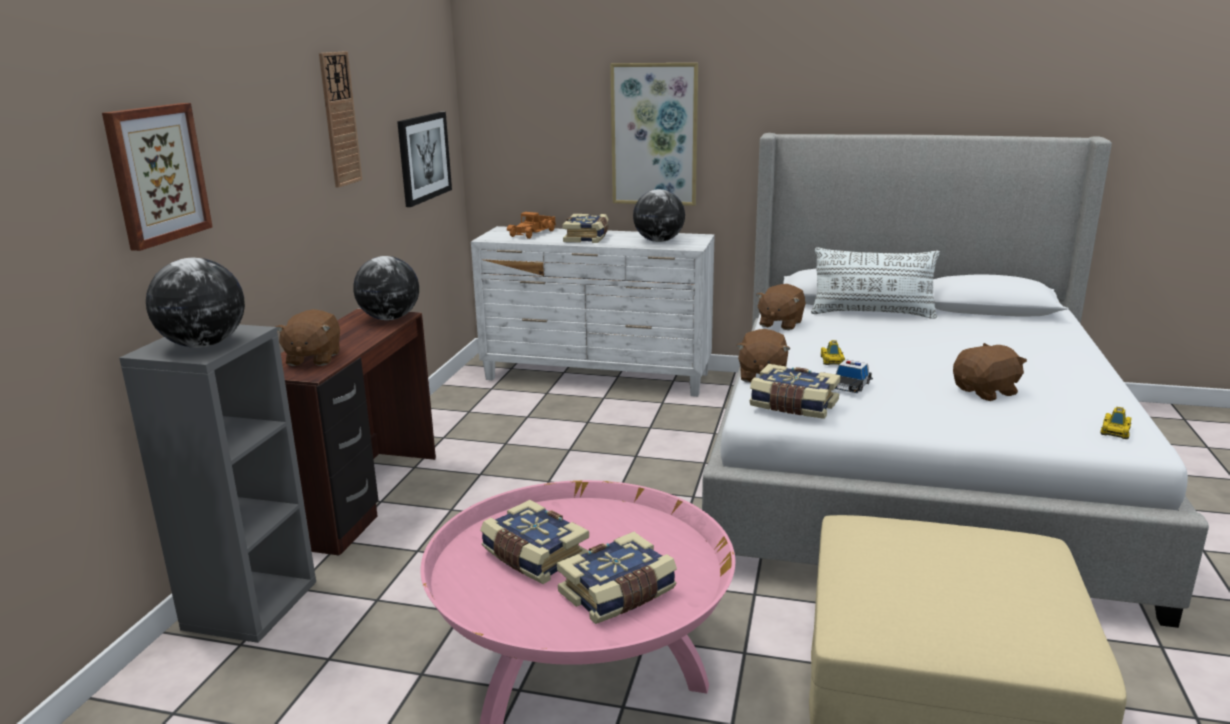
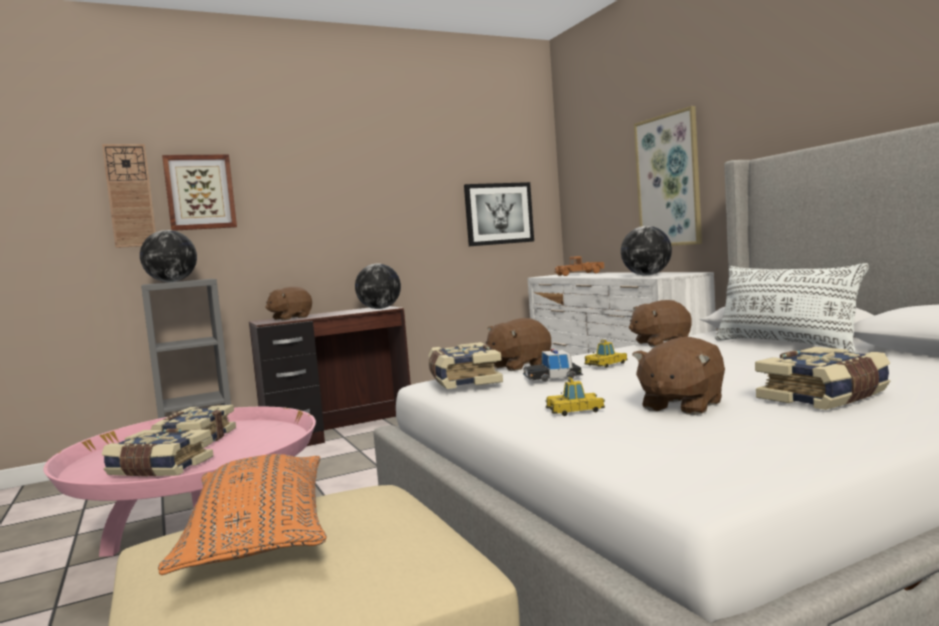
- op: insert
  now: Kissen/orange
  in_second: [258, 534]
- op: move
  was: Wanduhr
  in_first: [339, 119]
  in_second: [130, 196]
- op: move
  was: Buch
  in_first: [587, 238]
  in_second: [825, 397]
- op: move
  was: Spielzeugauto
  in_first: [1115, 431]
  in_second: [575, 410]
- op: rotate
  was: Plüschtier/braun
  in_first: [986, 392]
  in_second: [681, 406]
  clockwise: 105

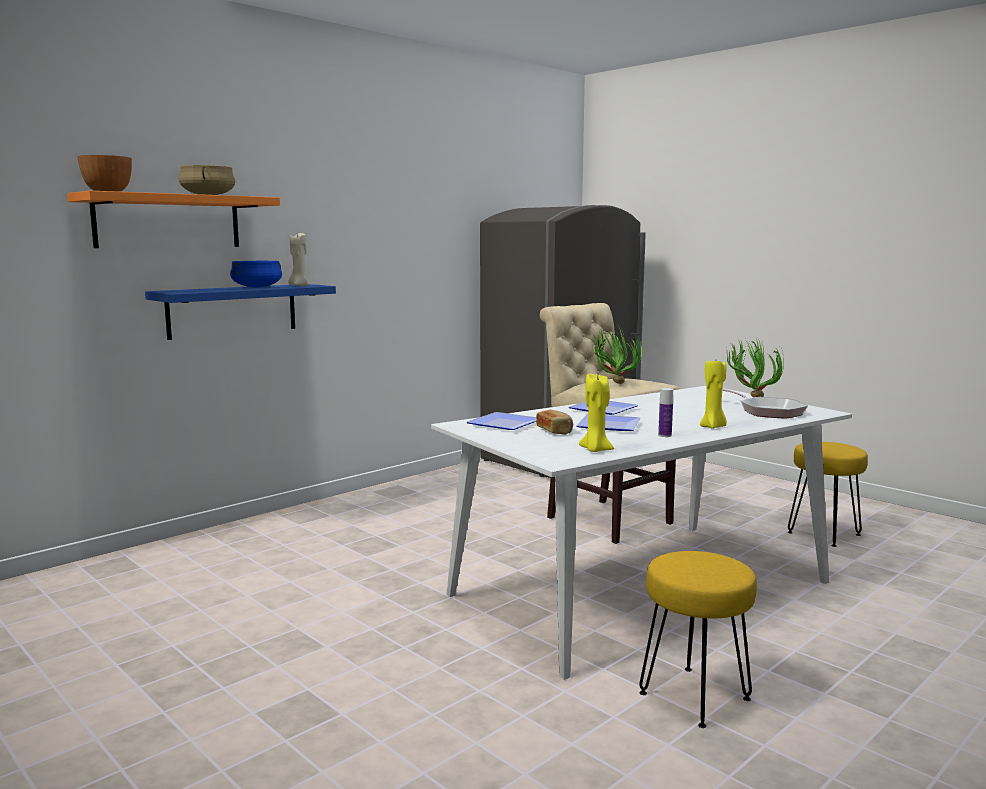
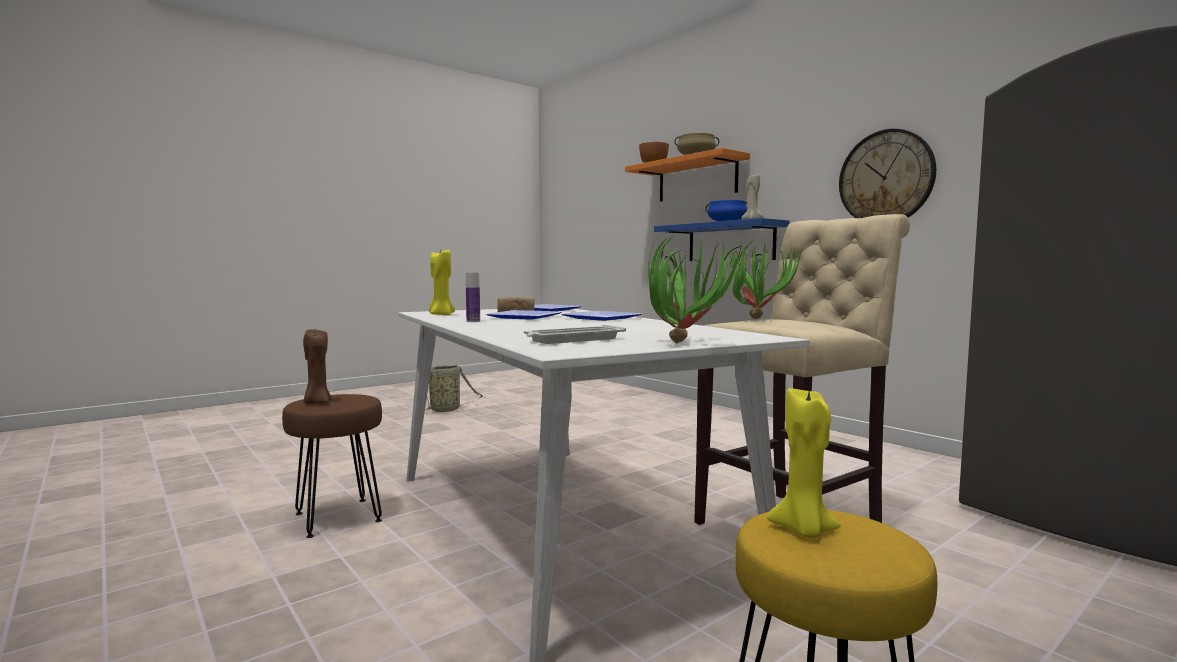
- op: insert
  now: Kerze/braun
  in_second: [317, 403]
- op: insert
  now: Korb
  in_second: [447, 410]
- op: insert
  now: Wanduhr
  in_second: [886, 178]
- op: move
  was: Kerze/gelb
  in_first: [713, 427]
  in_second: [803, 530]
- op: replace
  was: Pfanne
  now: Tablett/weiß
  in_first: [767, 411]
  in_second: [573, 340]
- op: recolor
  was: Hocker/gelb
  now: Hocker/braun
  in_first: [694, 697]
  in_second: [337, 517]

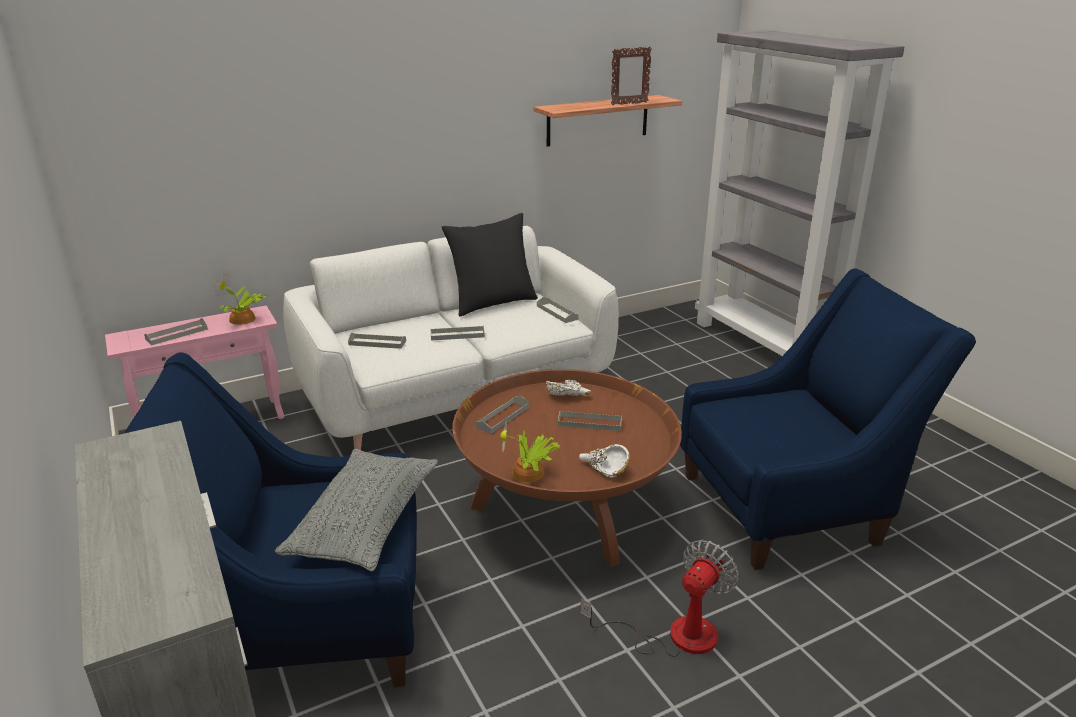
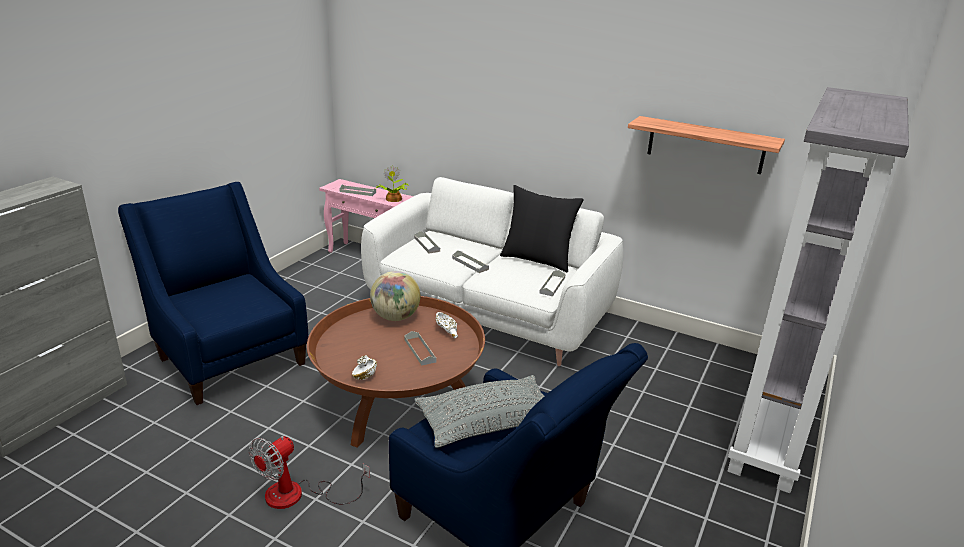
- op: delete
  was: Topfpflanze
  in_first: [529, 473]
- op: delete
  was: Bilderrahmen
  in_first: [629, 104]
- op: move
  was: Kissen/grau
  in_first: [365, 522]
  in_second: [488, 423]
- op: replace
  was: Tablett/grau
  now: Globus
  in_first: [502, 417]
  in_second: [395, 317]
- op: rotate
  was: Ventilator
  in_first: [675, 635]
  in_second: [298, 495]
  clockwise: 120

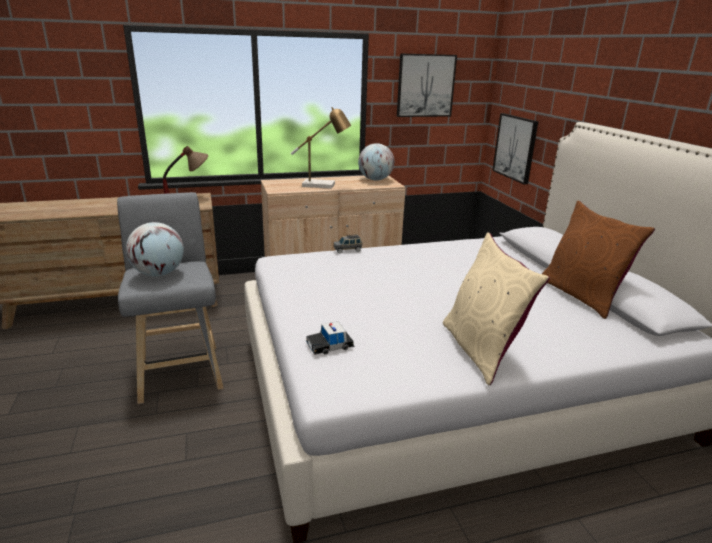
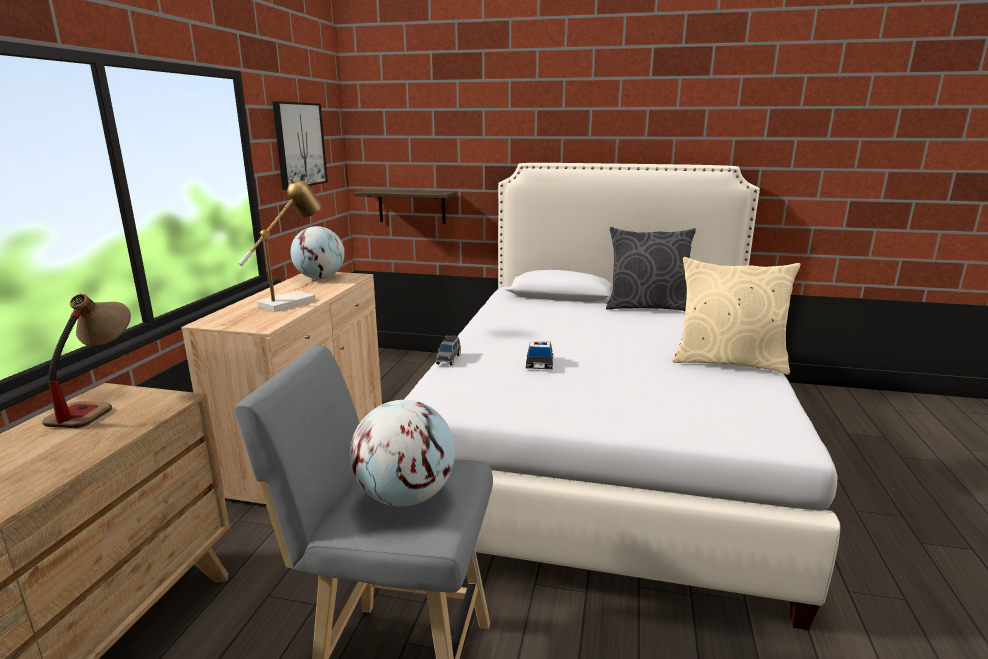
- op: move
  was: Spielzeugauto
  in_first: [329, 345]
  in_second: [539, 363]
- op: replace
  was: Bild
  now: Wandregal
  in_first: [515, 147]
  in_second: [411, 206]
- op: recolor
  was: Kissen/braun
  now: Kissen/grau
  in_first: [581, 295]
  in_second: [647, 307]

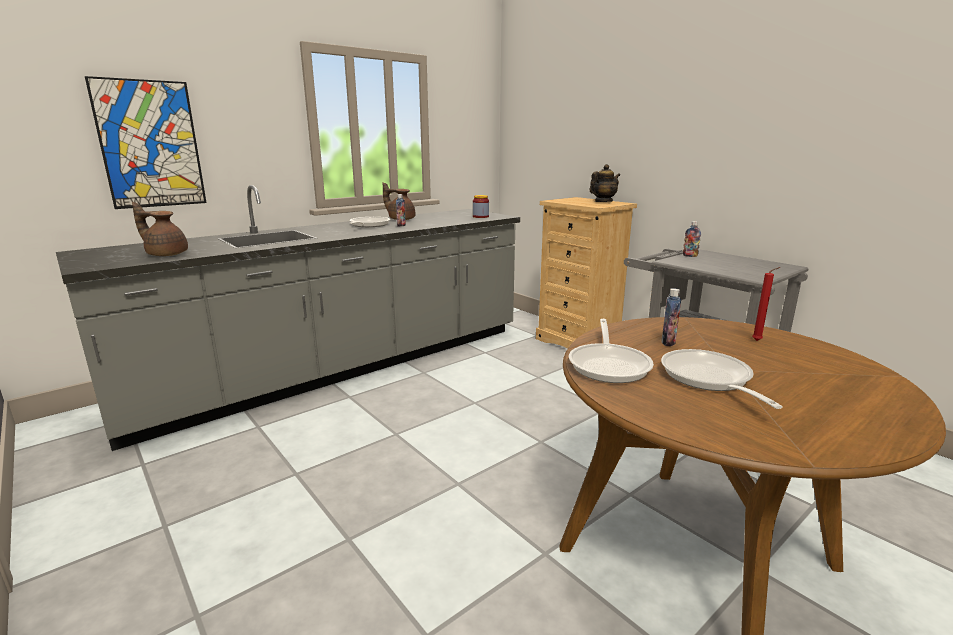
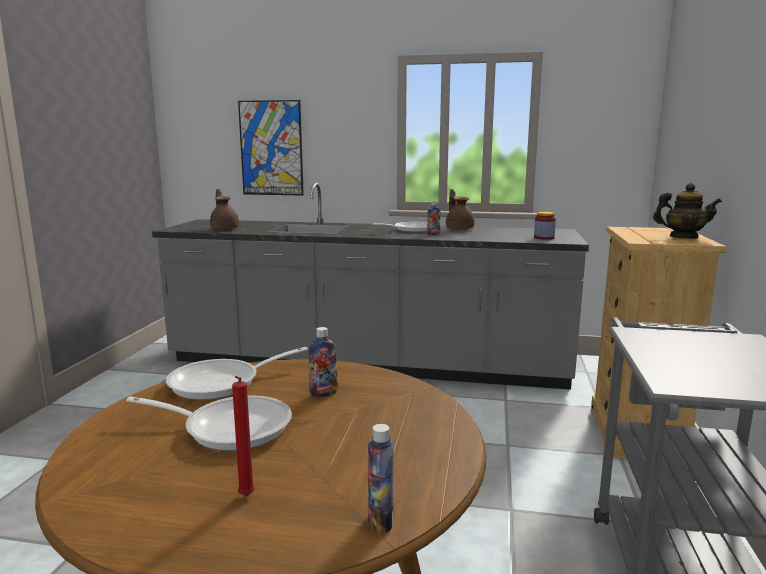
- op: move
  was: Flasche
  in_first: [690, 256]
  in_second: [380, 521]
- op: move
  was: Kerze/rot
  in_first: [758, 341]
  in_second: [245, 497]
- op: rotate
  was: Pfanne
  in_first: [709, 379]
  in_second: [230, 428]
  clockwise: 60

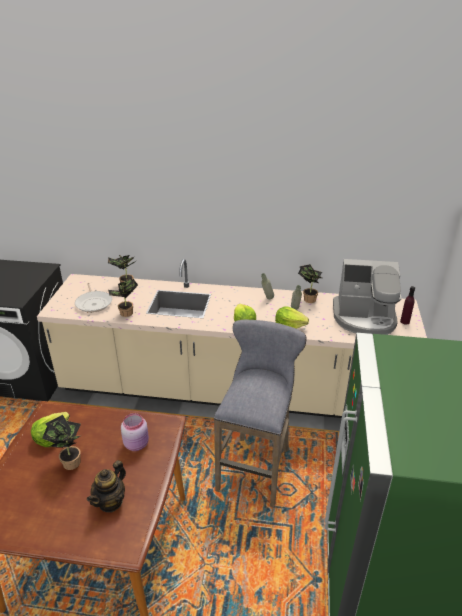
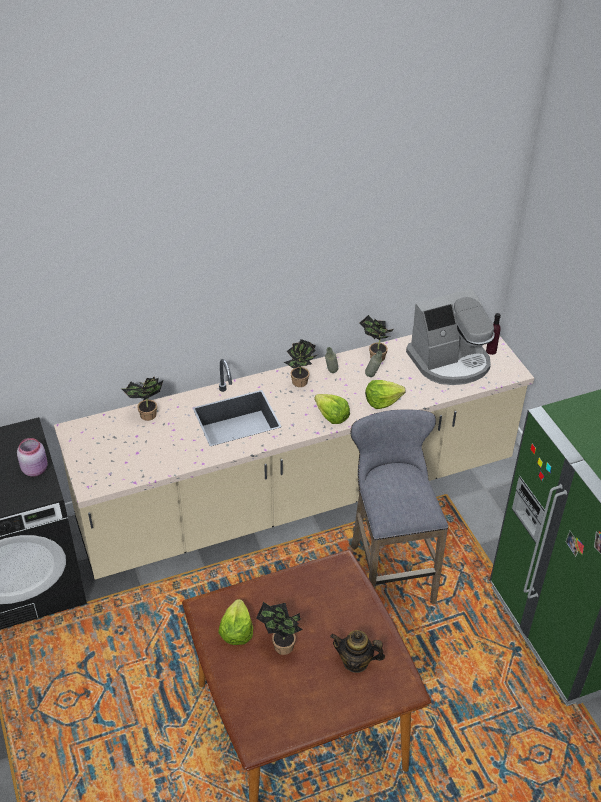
- op: delete
  was: Pfanne
  in_first: [94, 303]
- op: move
  was: Topfpflanze
  in_first: [126, 314]
  in_second: [301, 383]
- op: move
  was: Vorratsglas/rosa
  in_first: [137, 444]
  in_second: [35, 469]
- op: rotate
  was: Teekanne
  in_first: [110, 502]
  in_second: [356, 662]
  clockwise: 105

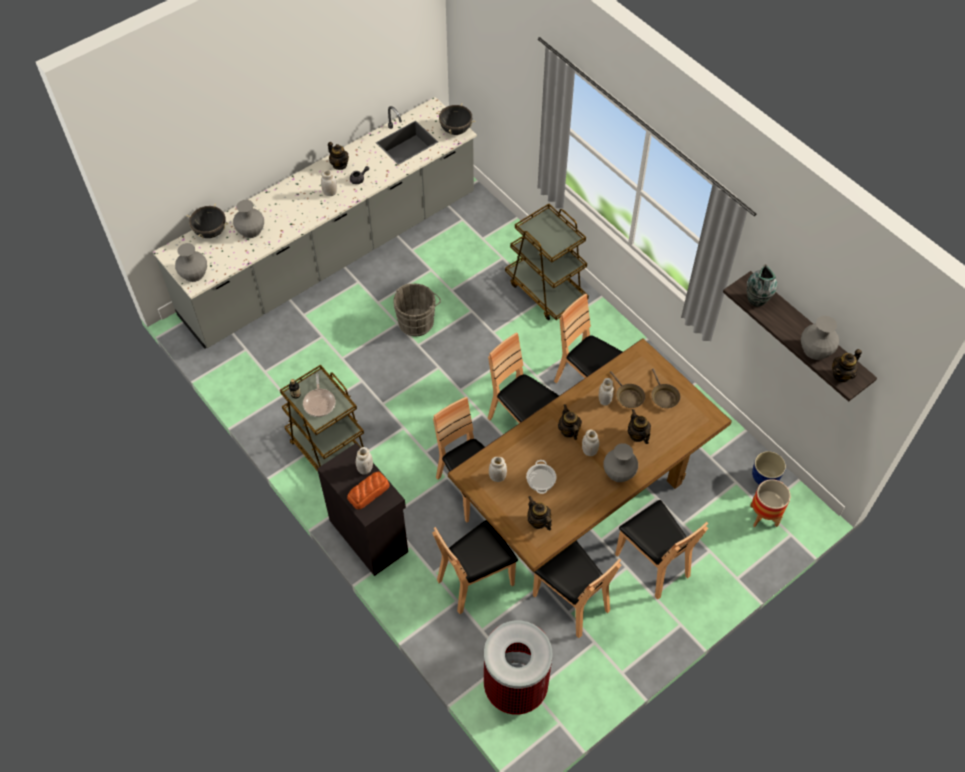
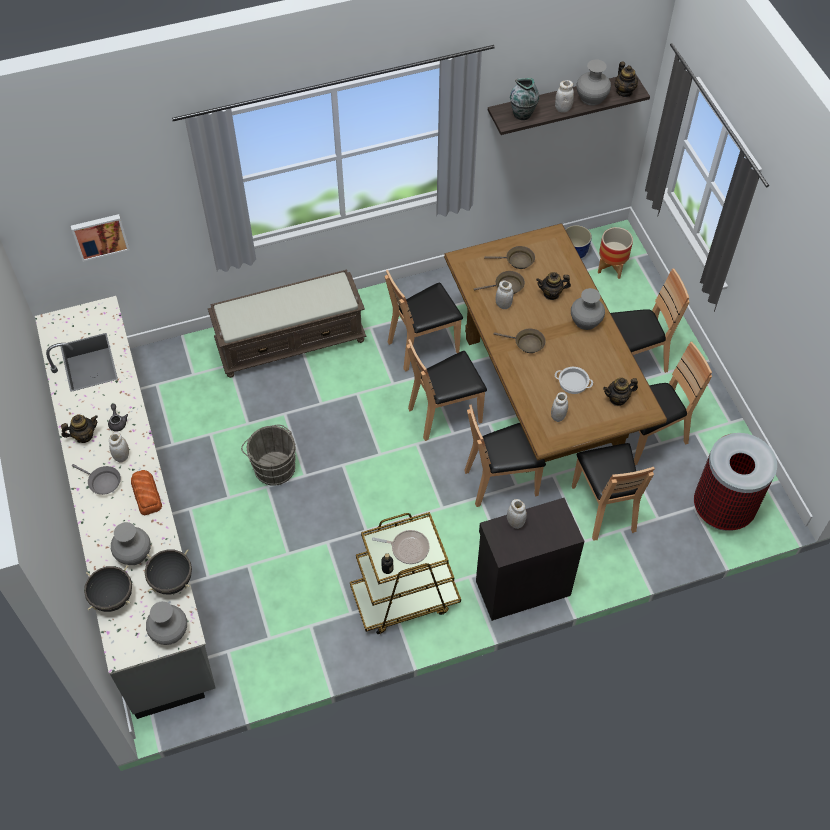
- op: insert
  now: Bild
  in_second: [100, 236]
- op: insert
  now: Pfanne/grau
  in_second: [102, 482]
- op: move
  was: Brot
  in_first: [369, 492]
  in_second: [146, 494]
- op: move
  was: Kochtopf/schwarz
  in_first: [455, 130]
  in_second: [172, 581]
- op: move
  was: Vorratsglas/weiß
  in_first: [589, 451]
  in_second: [563, 109]
- op: replace
  was: Rollwagen/braun
  now: Bank/braun
  in_first: [546, 290]
  in_second: [291, 341]
- op: replace
  was: Teekanne
  now: Pfanne/braun
  in_first: [568, 430]
  in_second: [526, 343]

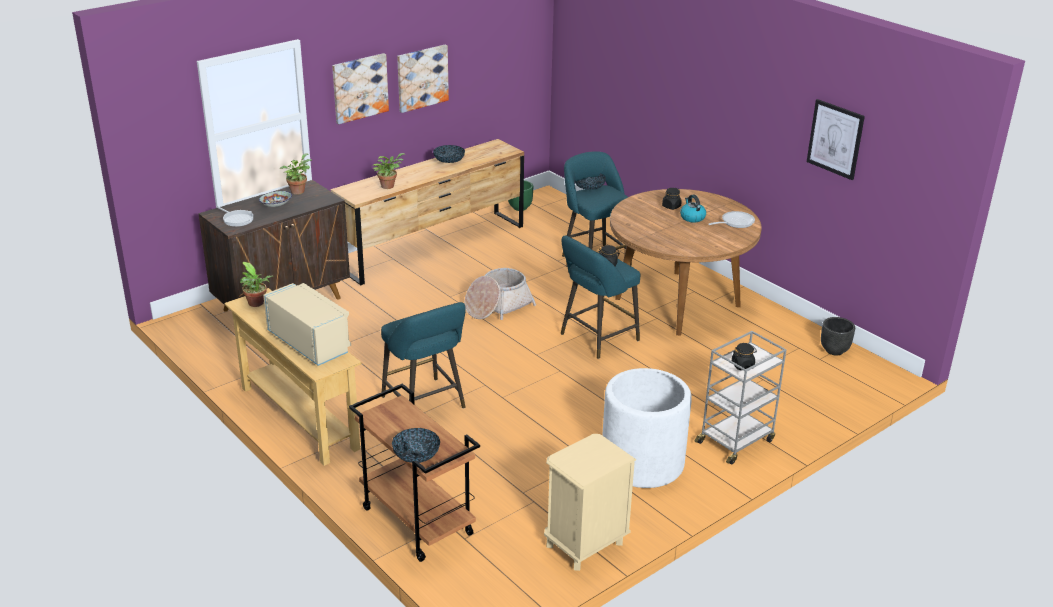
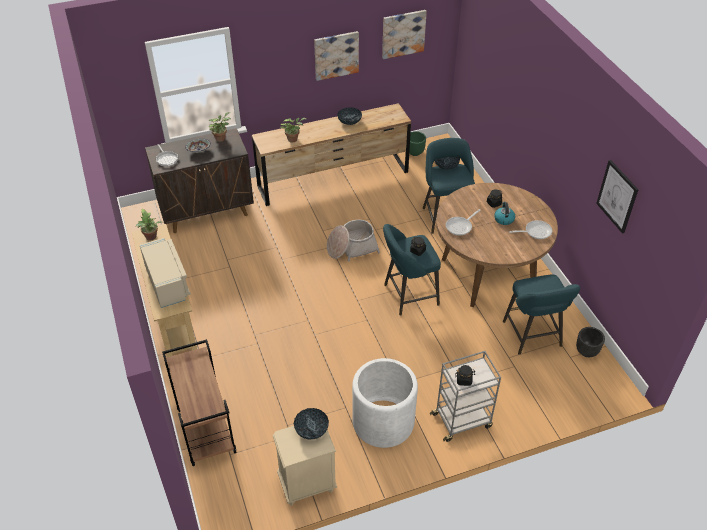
- op: insert
  now: Pfanne
  in_second: [460, 226]
- op: move
  was: Bild
  in_first: [359, 88]
  in_second: [403, 33]
- op: move
  was: Hocker/türkis
  in_first: [425, 405]
  in_second: [533, 336]
- op: move
  was: Schüssel
  in_first: [416, 455]
  in_second: [311, 429]

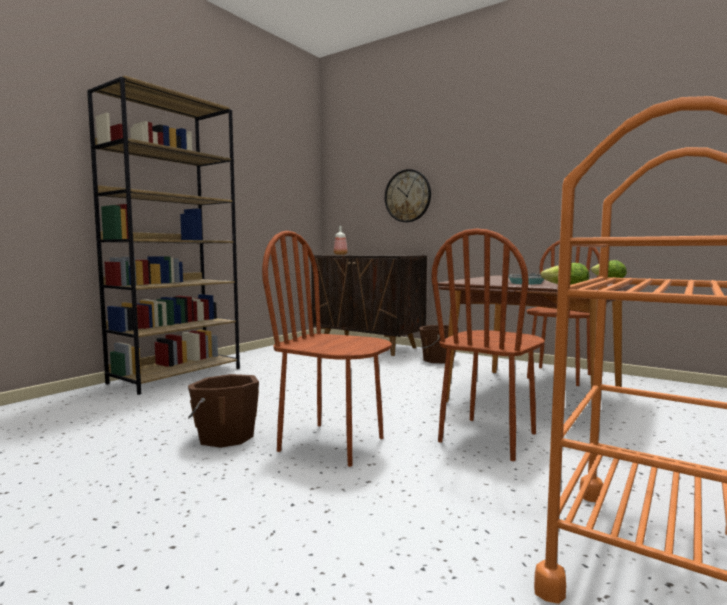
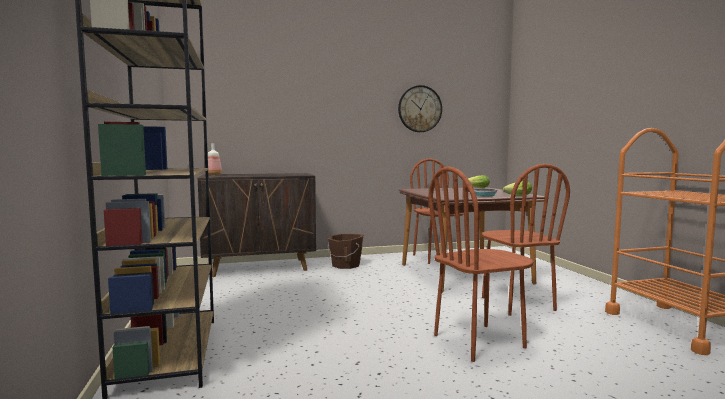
- op: delete
  was: Eimer/braun
  in_first: [225, 436]
- op: move
  was: Wanduhr
  in_first: [407, 196]
  in_second: [420, 109]

